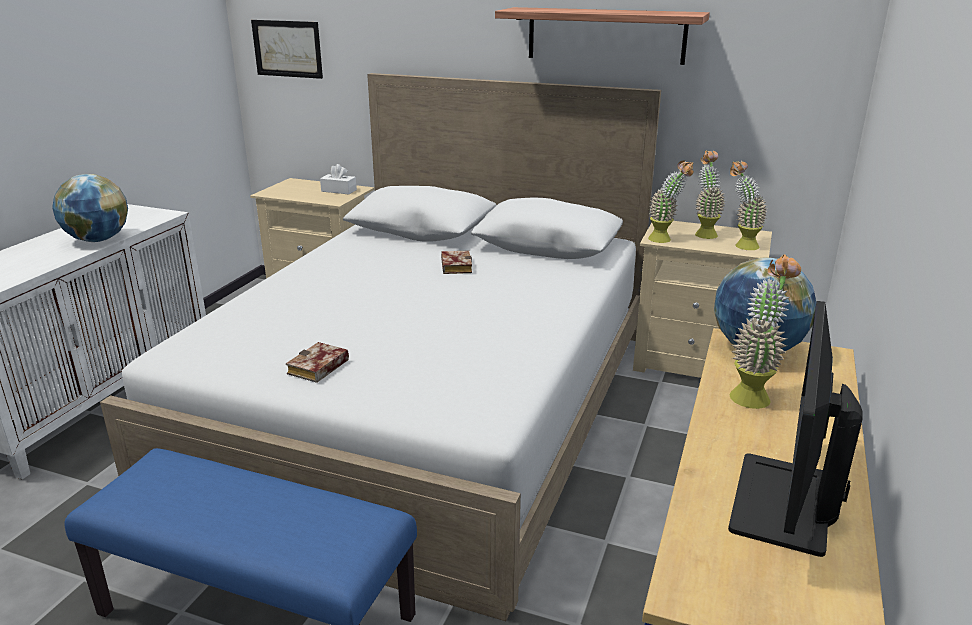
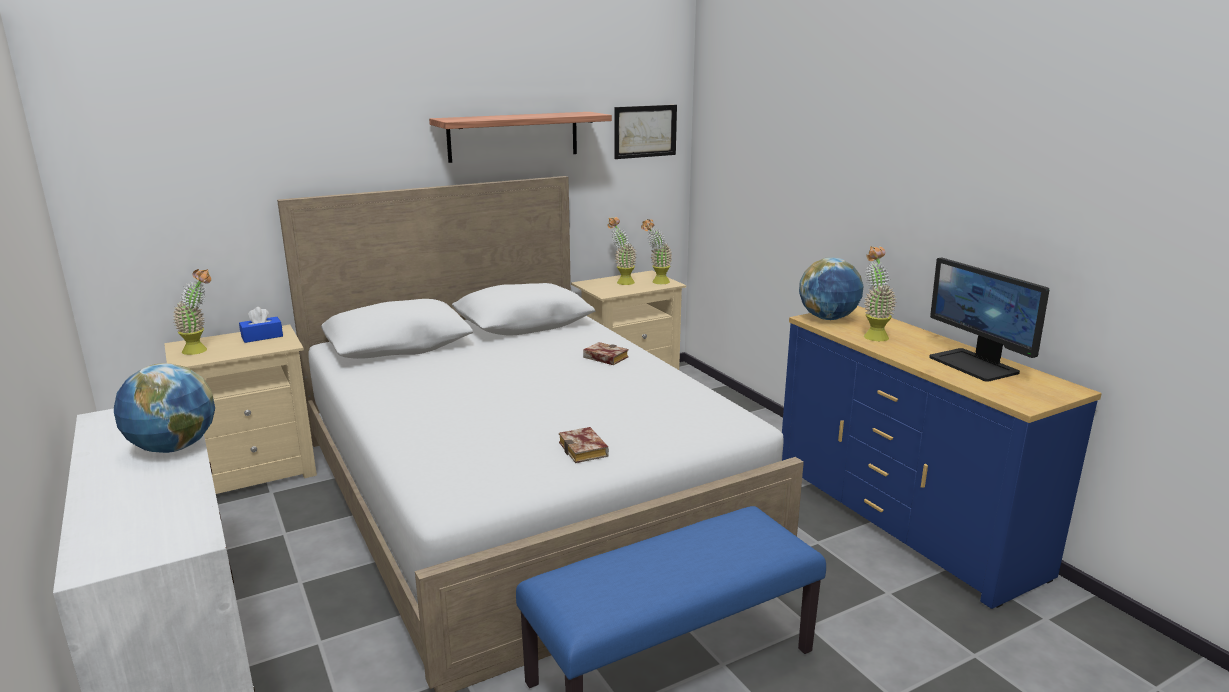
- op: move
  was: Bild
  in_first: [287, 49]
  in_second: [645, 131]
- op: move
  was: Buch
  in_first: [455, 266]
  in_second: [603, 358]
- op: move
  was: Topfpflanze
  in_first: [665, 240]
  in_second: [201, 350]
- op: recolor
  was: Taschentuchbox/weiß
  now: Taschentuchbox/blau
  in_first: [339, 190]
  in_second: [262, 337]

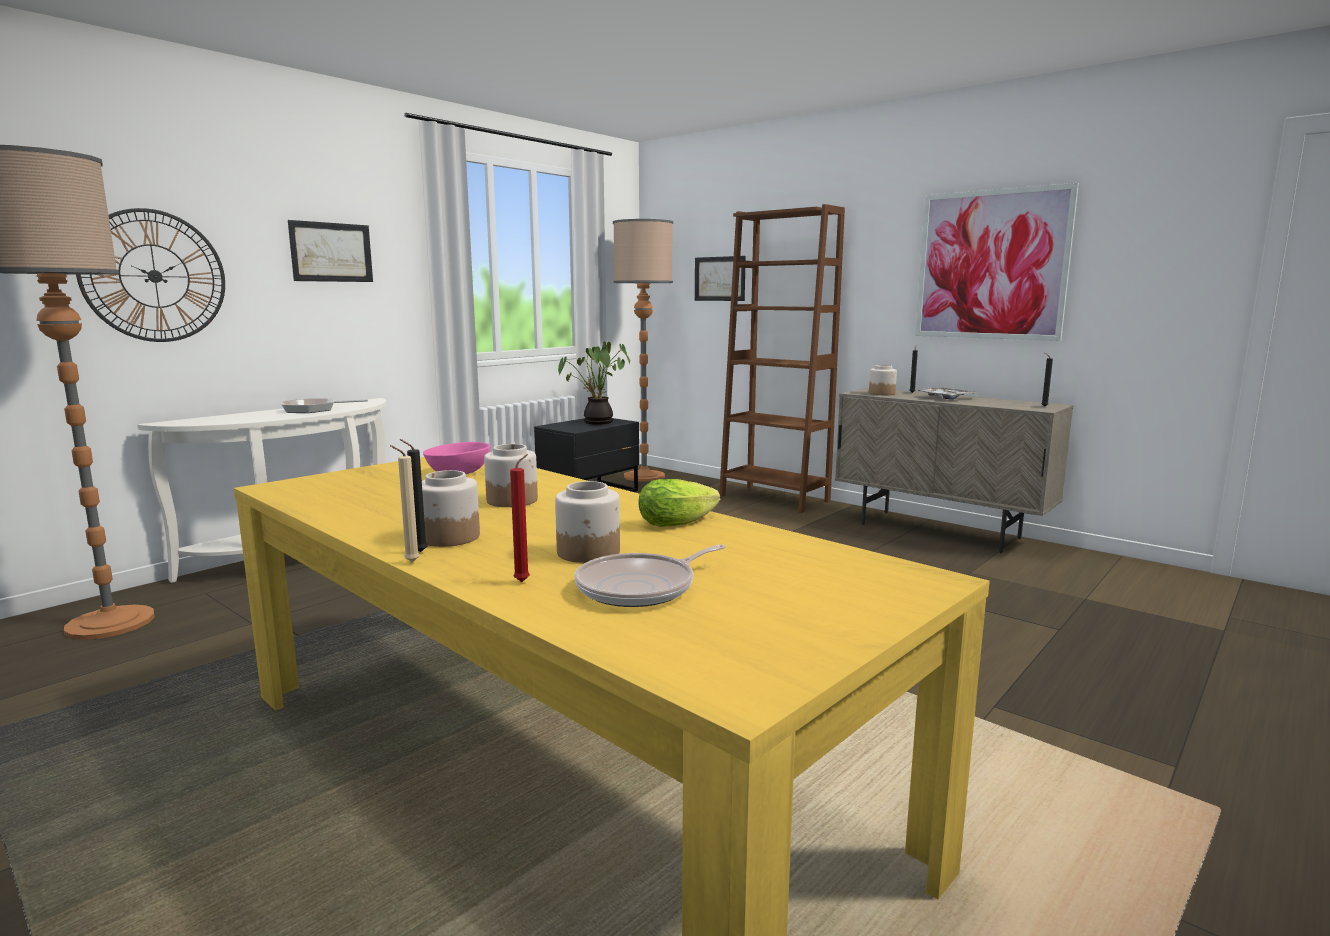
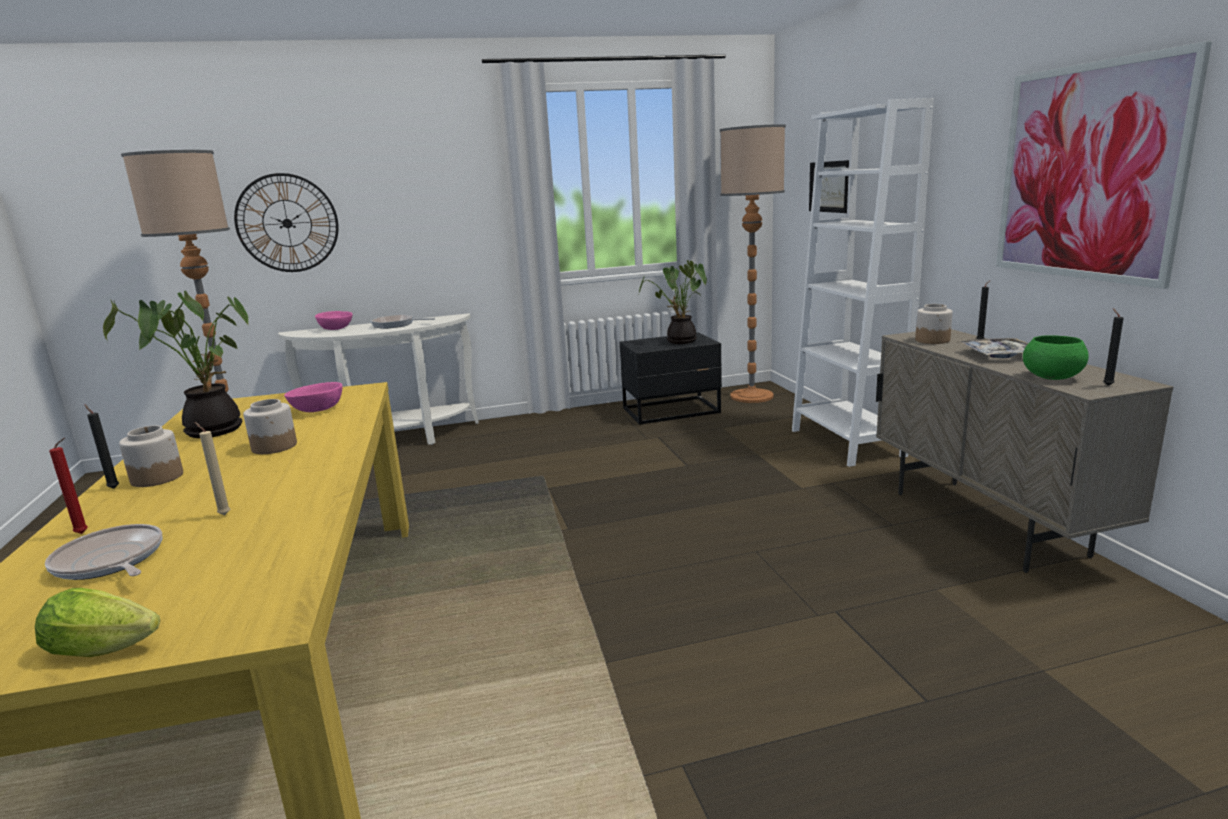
- op: delete
  was: Bild
  in_first: [331, 252]
- op: delete
  was: Vorratsglas
  in_first: [589, 553]
- op: insert
  now: Topfpflanze
  in_second: [211, 430]
- op: insert
  now: Schüssel/rosa
  in_second: [335, 328]
- op: insert
  now: Schüssel/grün
  in_second: [1052, 378]
- op: move
  was: Kerze/beige
  in_first: [409, 562]
  in_second: [223, 515]
- op: move
  was: Salatkopf
  in_first: [681, 522]
  in_second: [108, 648]
- op: recolor
  was: Bücherregal/braun
  now: Bücherregal/weiß
  in_first: [774, 498]
  in_second: [846, 443]
- op: rotate
  was: Pfanne
  in_first: [641, 588]
  in_second: [110, 562]
  clockwise: 45

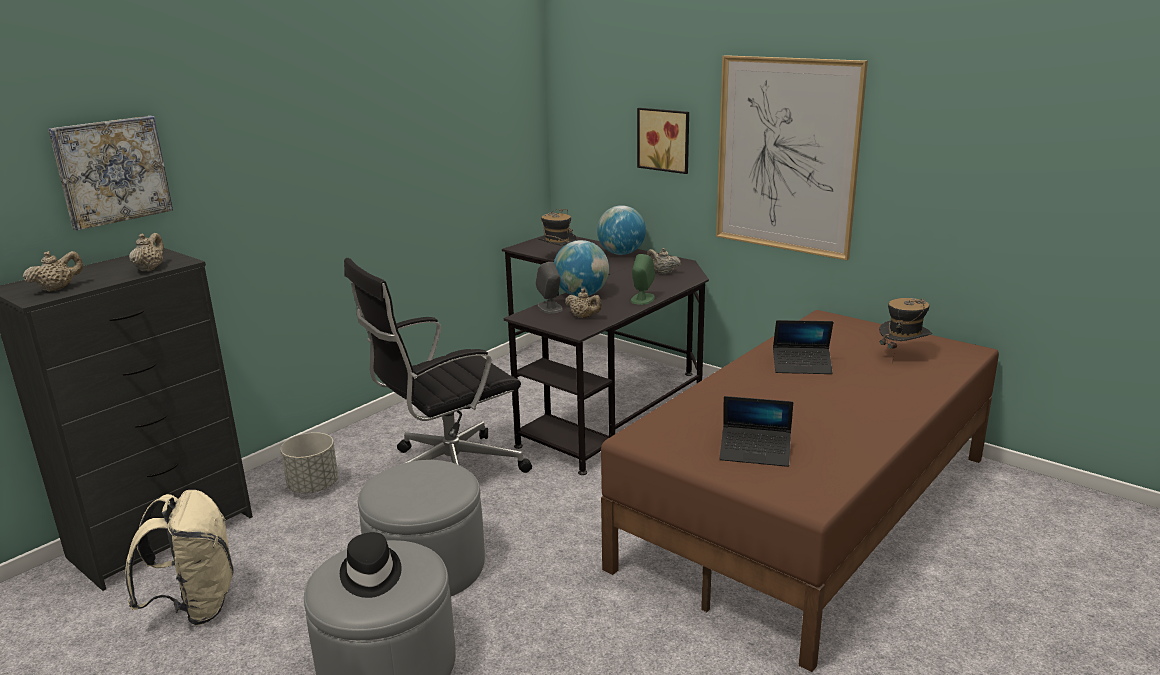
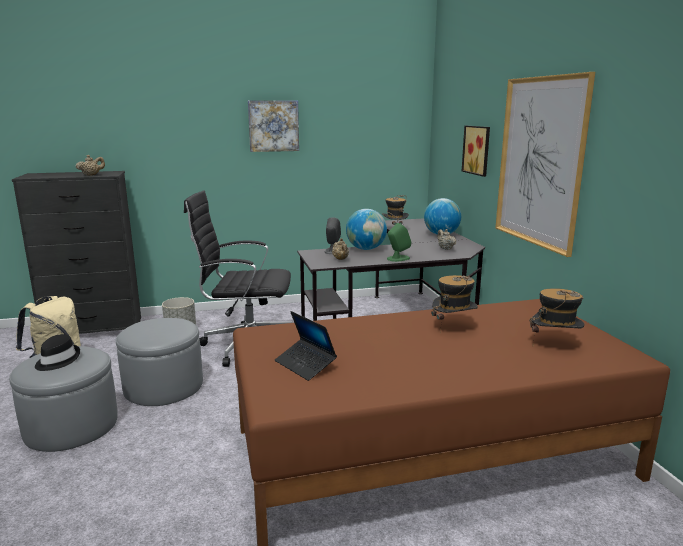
- op: delete
  was: Teekanne/beige
  in_first: [58, 288]
- op: move
  was: Bild
  in_first: [112, 171]
  in_second: [273, 126]
- op: replace
  was: Laptop
  now: Hut
  in_first: [802, 366]
  in_second: [453, 327]

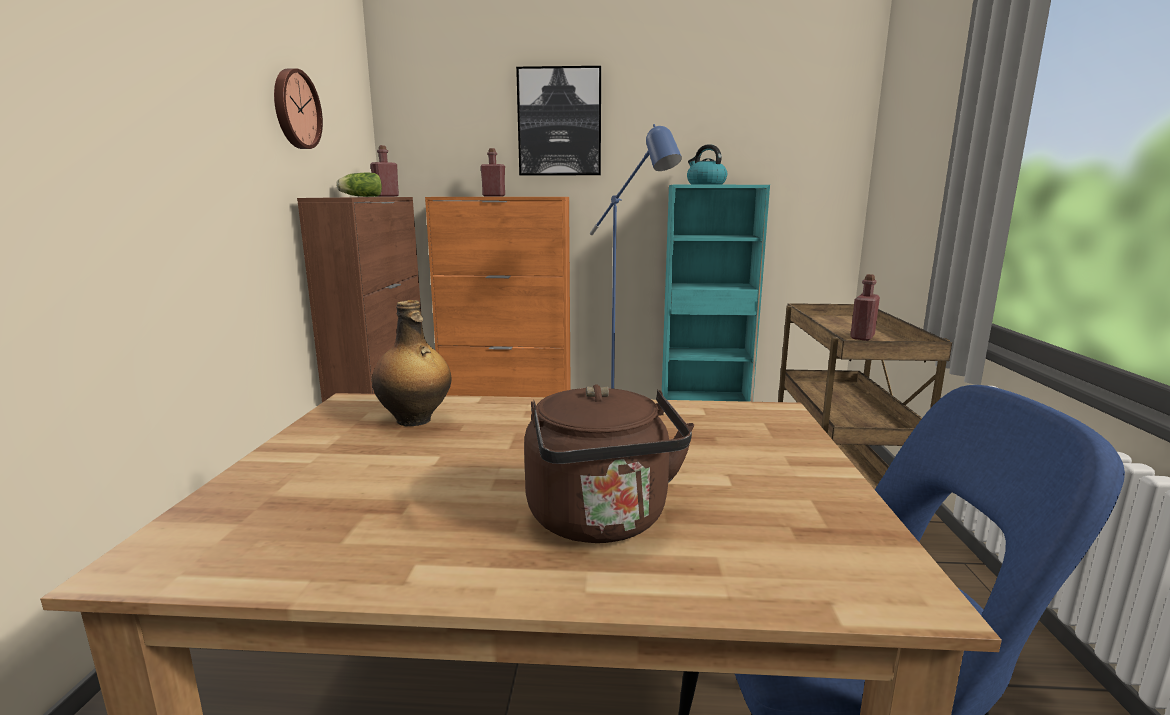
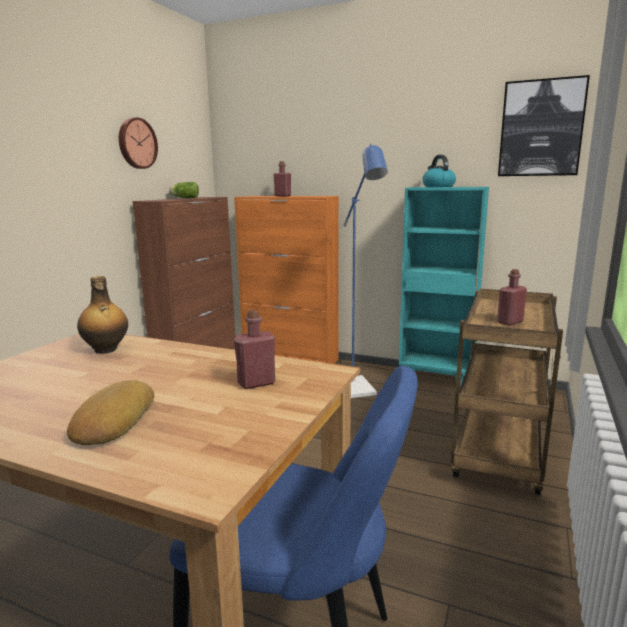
- op: move
  was: Flasche/rot
  in_first: [386, 196]
  in_second: [256, 383]
- op: move
  was: Bild
  in_first: [559, 122]
  in_second: [541, 128]
- op: replace
  was: Wasserkessel/braun
  now: Brot
  in_first: [601, 521]
  in_second: [112, 421]

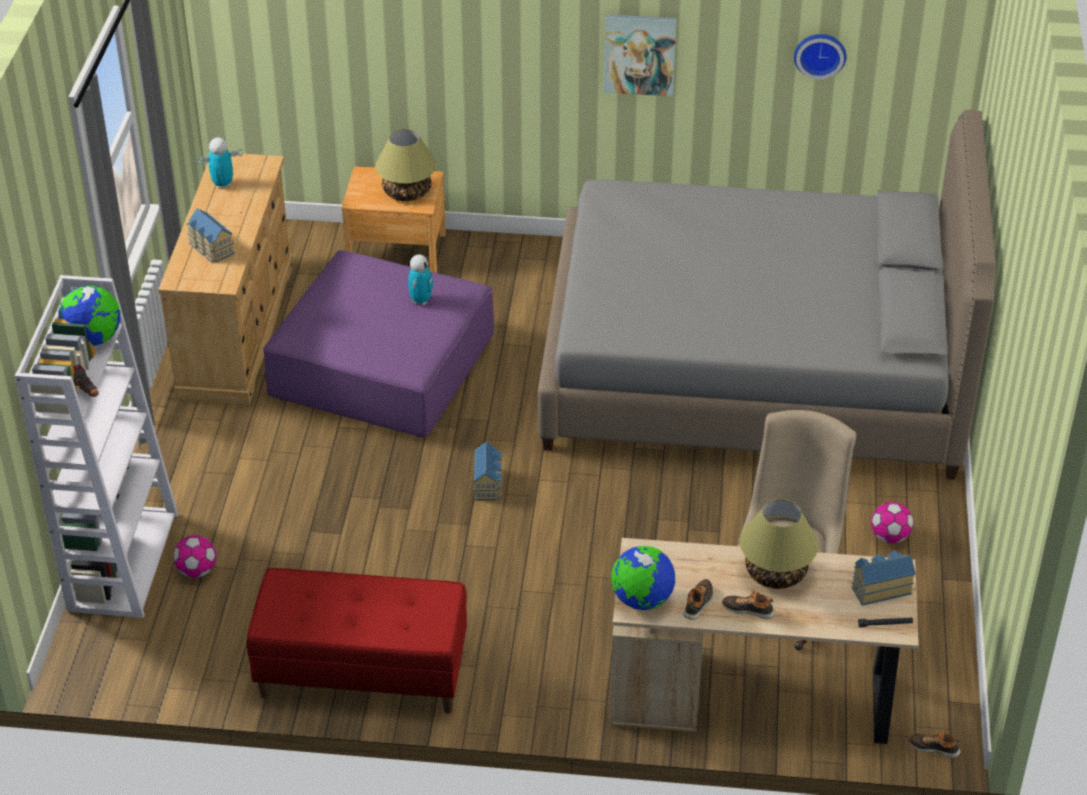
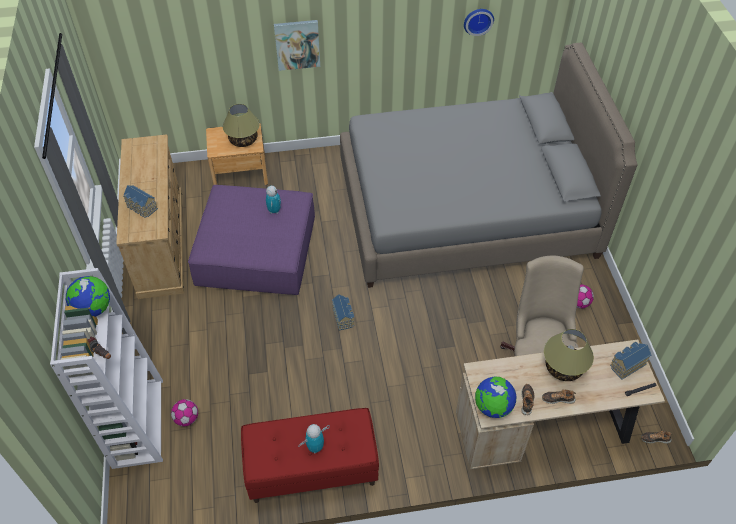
- op: move
  was: Spielzeugroboter
  in_first: [222, 184]
  in_second: [315, 447]
- op: move
  was: Bild
  in_first: [640, 54]
  in_second: [297, 44]

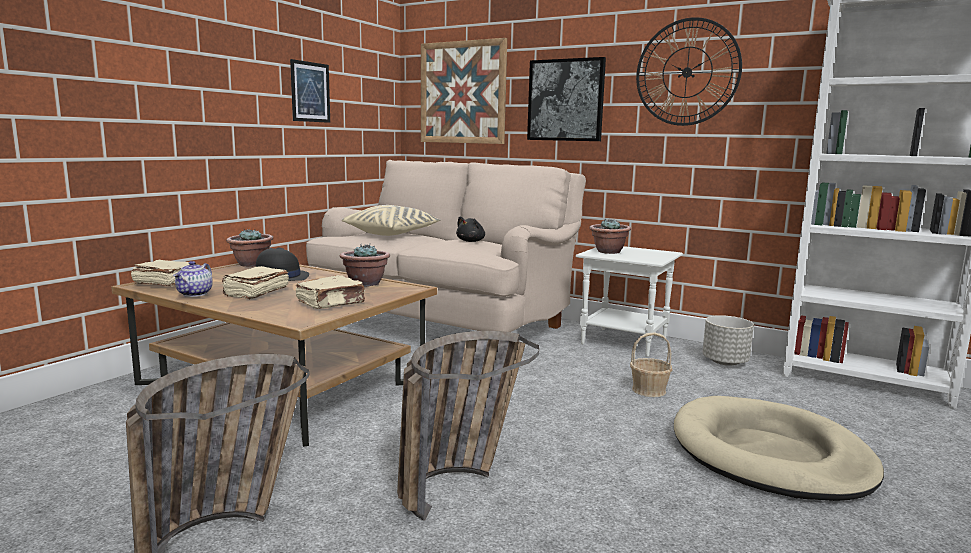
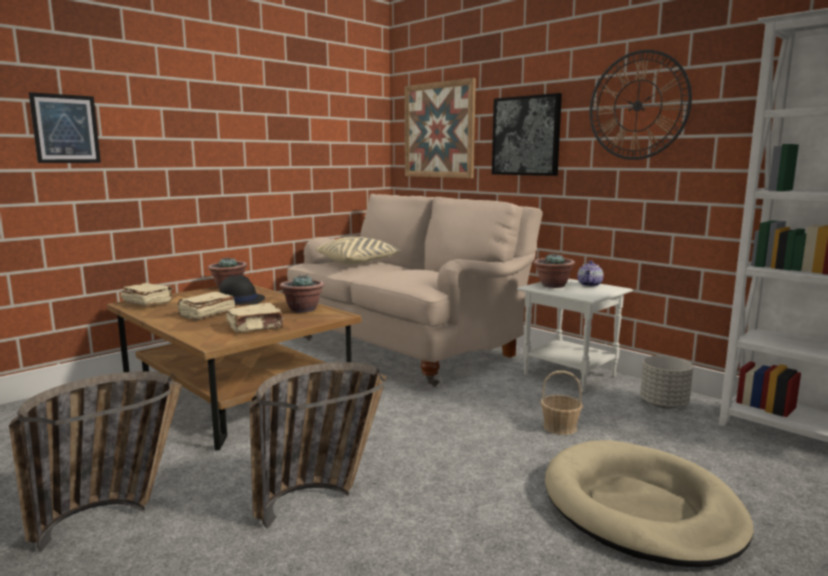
- op: delete
  was: Plüschtier/schwarz
  in_first: [471, 241]
- op: move
  was: Teekanne
  in_first: [195, 294]
  in_second: [590, 285]
- op: move
  was: Bild
  in_first: [310, 92]
  in_second: [66, 129]

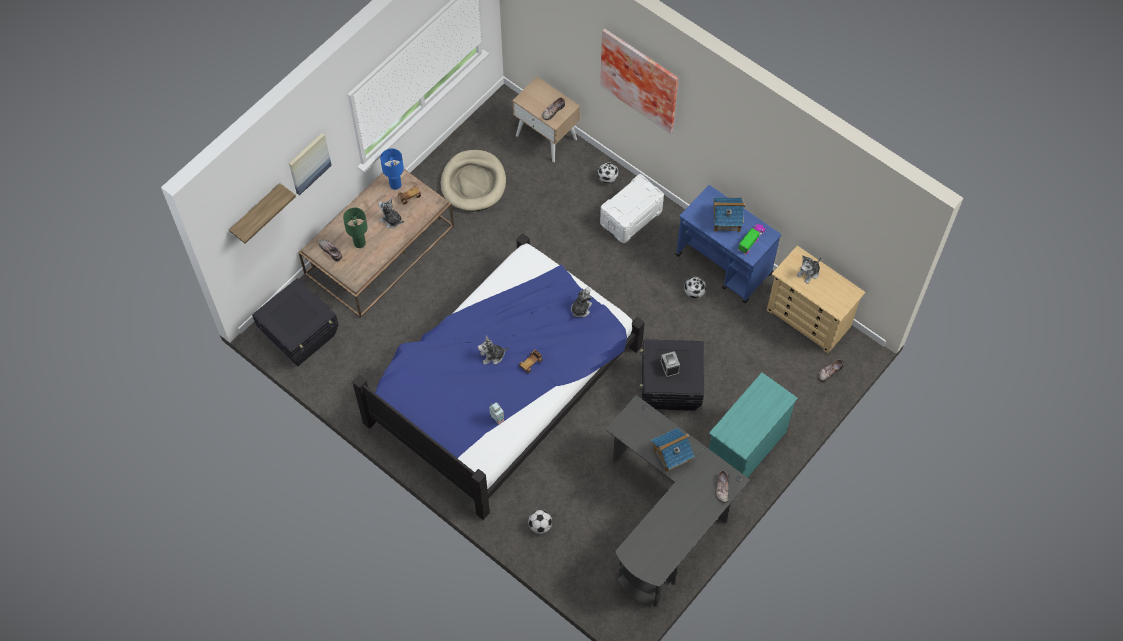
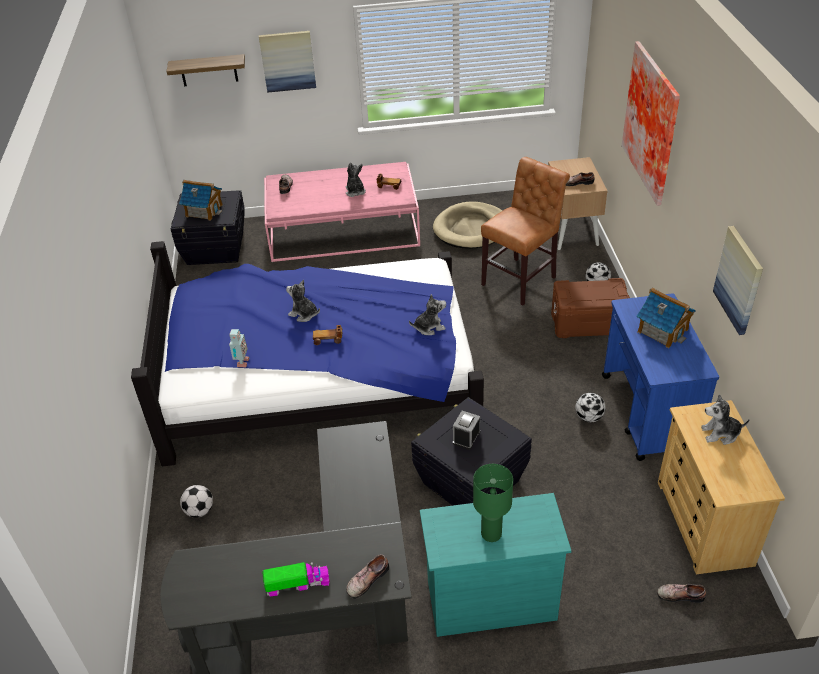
- op: delete
  was: Tischlampe/blau
  in_first: [395, 184]
- op: insert
  now: Stuhl/braun
  in_second: [521, 279]
- op: insert
  now: Bild
  in_second: [739, 280]
- op: move
  was: Tischlampe/grün
  in_first: [359, 243]
  in_second: [490, 533]
- op: move
  was: Spielzeughaus
  in_first: [671, 455]
  in_second: [204, 210]
- op: move
  was: Spielzeuglaster
  in_first: [751, 240]
  in_second: [297, 583]
- op: recolor
  was: Couchtisch/braun
  now: Couchtisch/rosa
  in_first: [379, 250]
  in_second: [342, 230]
- op: recolor
  was: Aufbewahrungsbox/weiß
  now: Aufbewahrungsbox/braun
  in_first: [630, 217]
  in_second: [588, 322]

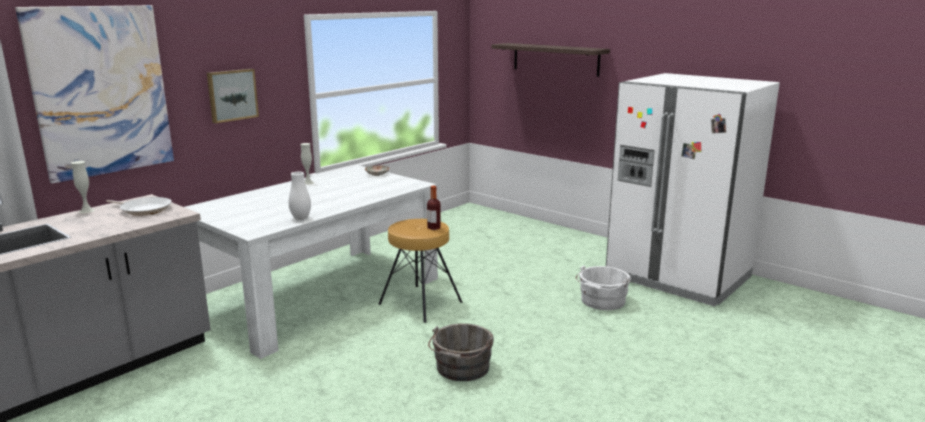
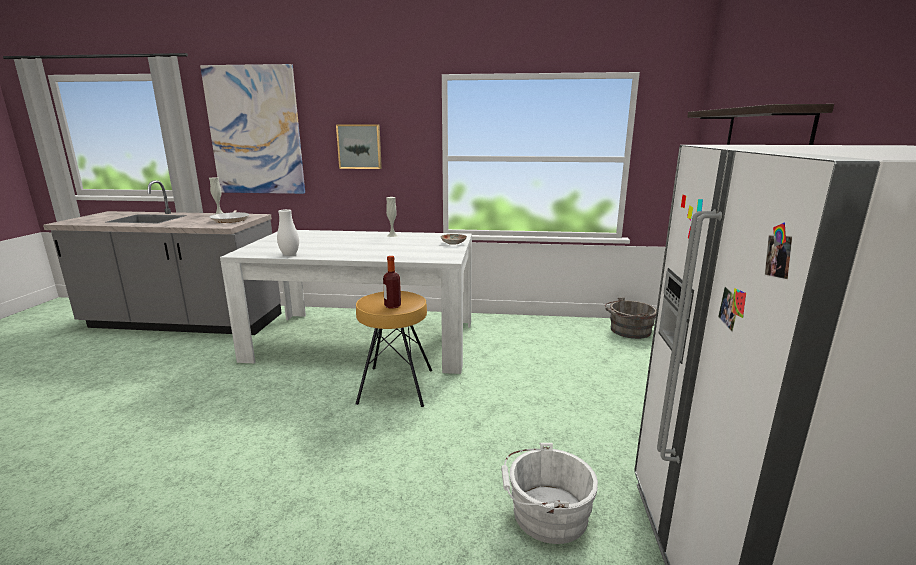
- op: move
  was: Eimer/grau
  in_first: [461, 369]
  in_second: [628, 331]

